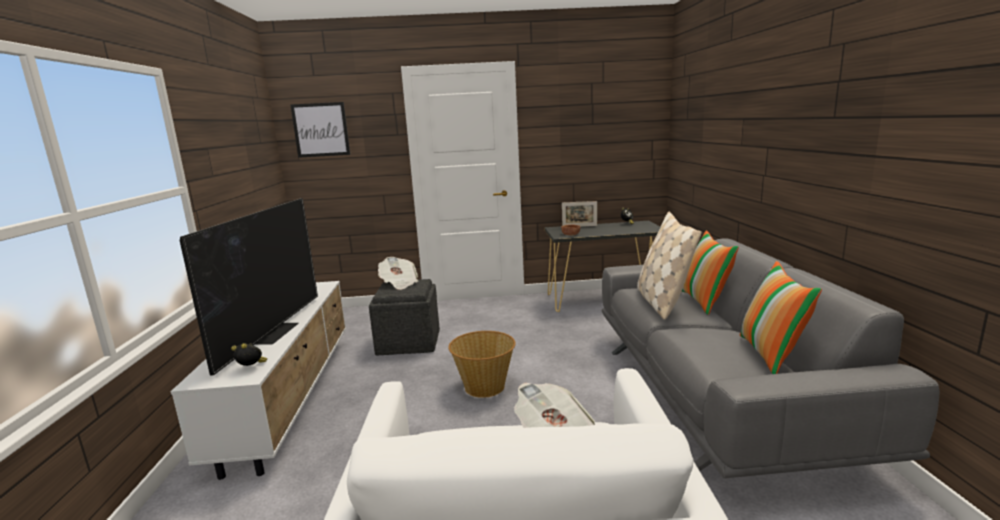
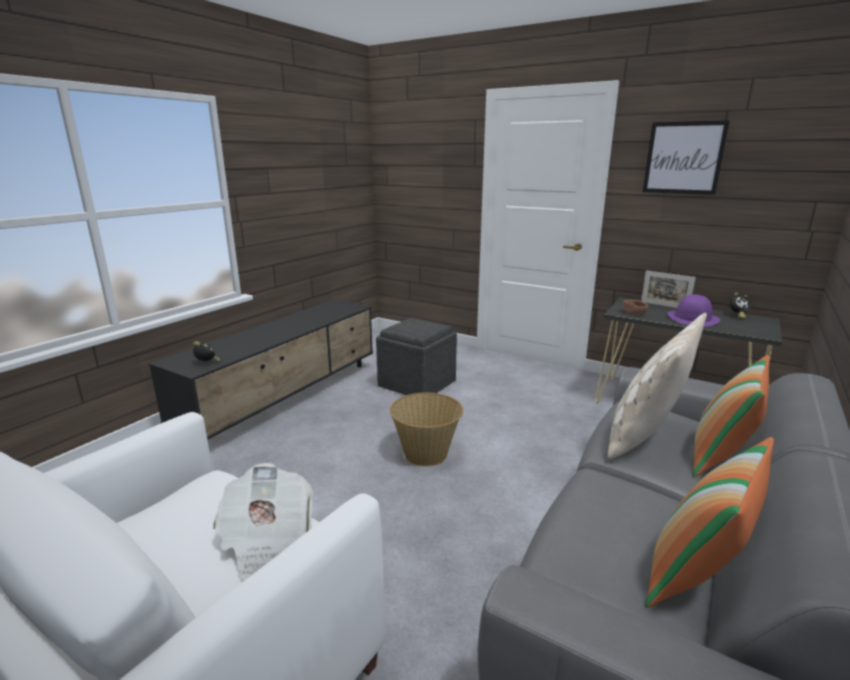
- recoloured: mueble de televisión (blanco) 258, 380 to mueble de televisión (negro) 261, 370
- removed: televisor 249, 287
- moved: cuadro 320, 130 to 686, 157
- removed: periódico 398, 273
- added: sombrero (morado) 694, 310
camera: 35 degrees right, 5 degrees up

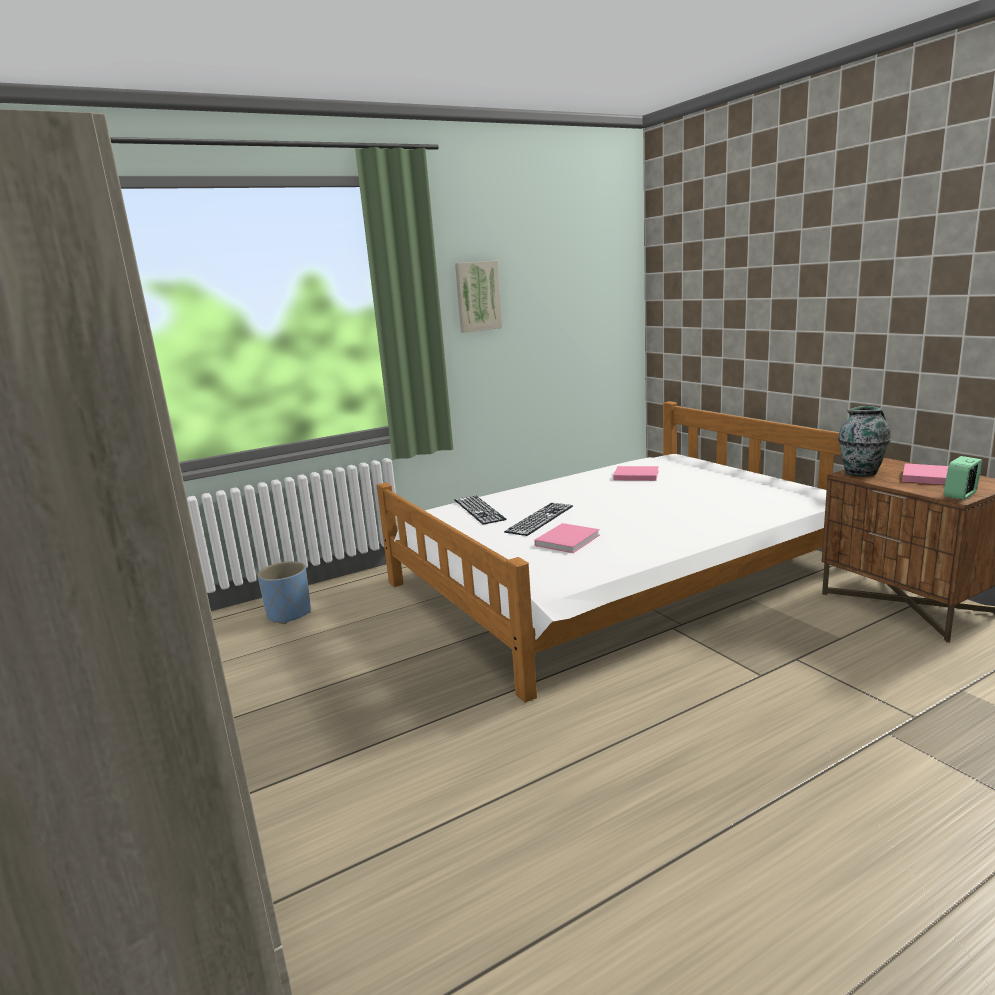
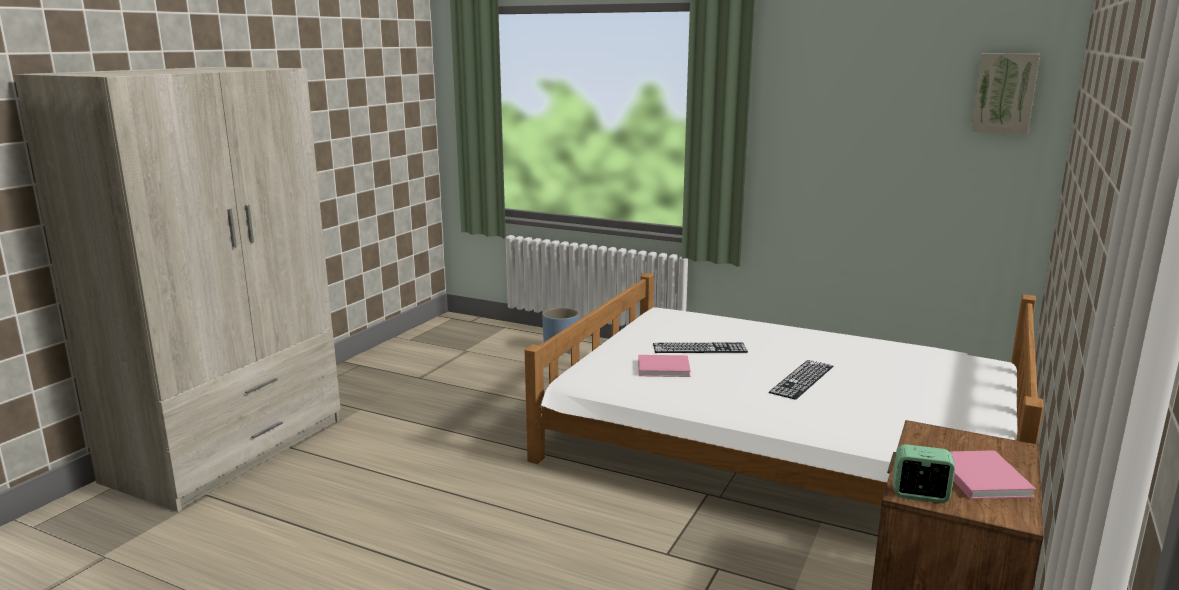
- moved: teclado 480, 510 to 801, 380
- moved: cuadro 478, 297 to 1005, 93
- removed: libro (rosa) 636, 473
- removed: florero 864, 441
camera: 55 degrees right, 0 degrees up

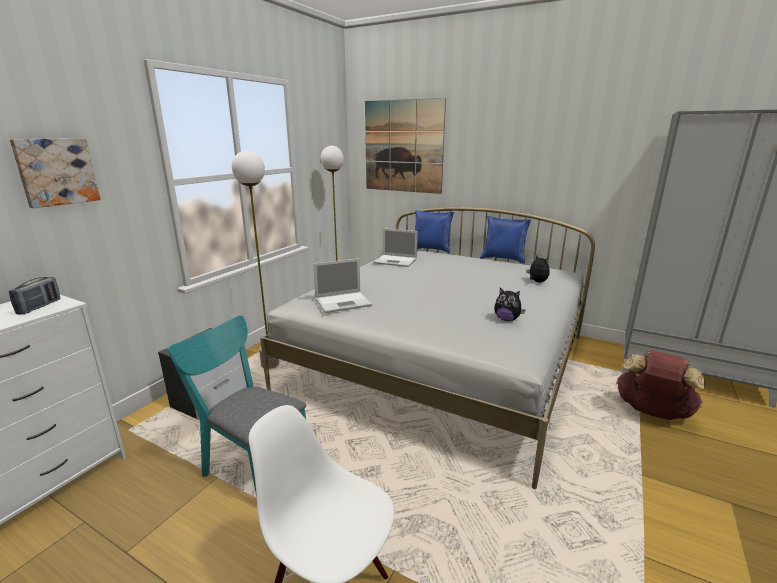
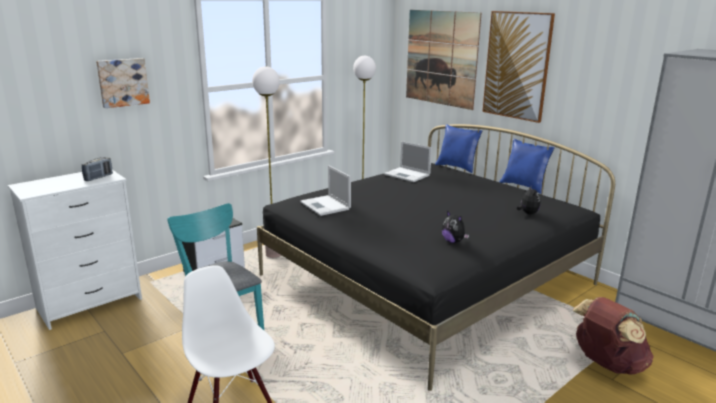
- recoloured: cama (blanco) 427, 348 to cama (negro) 436, 257
- turned: portátil 342, 285 = 325, 190 60 degrees clockwise
- added: cuadro 518, 67
camera: 20 degrees right, 0 degrees up

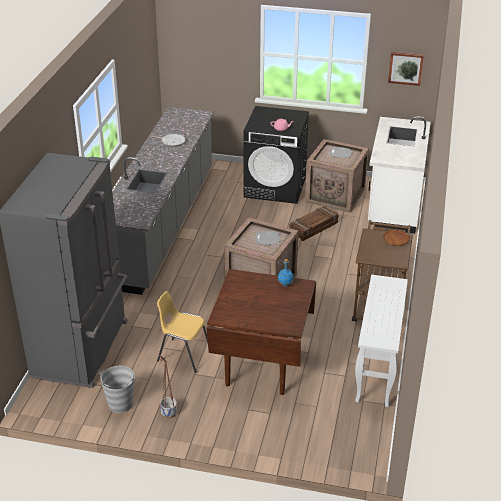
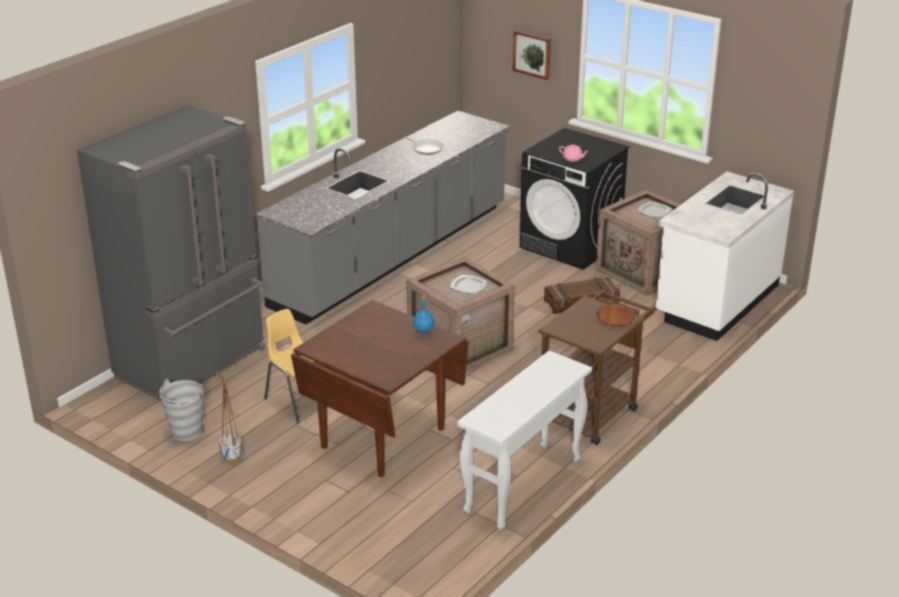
- moved: cuadro 406, 69 to 532, 55
camera: 25 degrees right, 5 degrees down

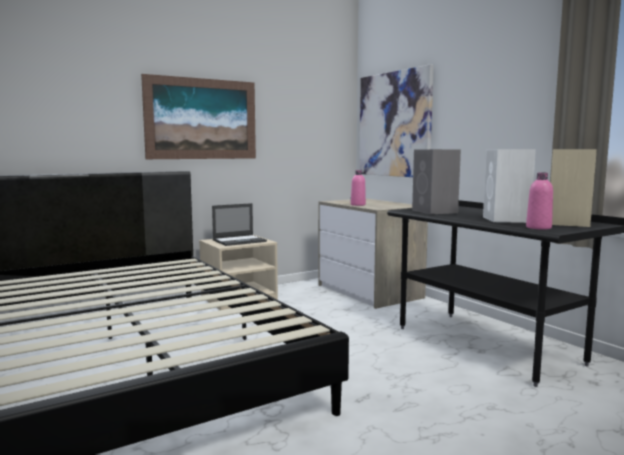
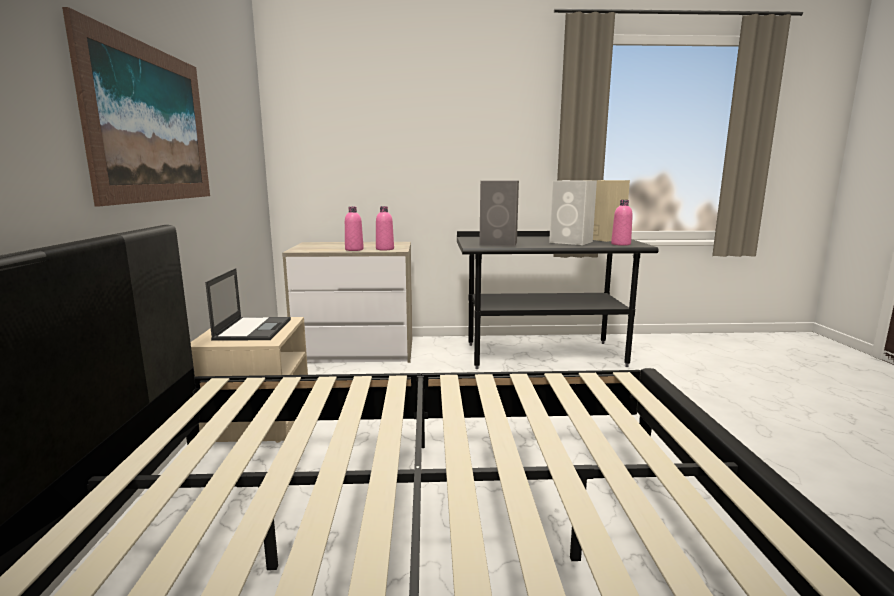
- removed: cuadro 396, 120
- added: botella (rosa) 385, 228
camera: 60 degrees left, 5 degrees up

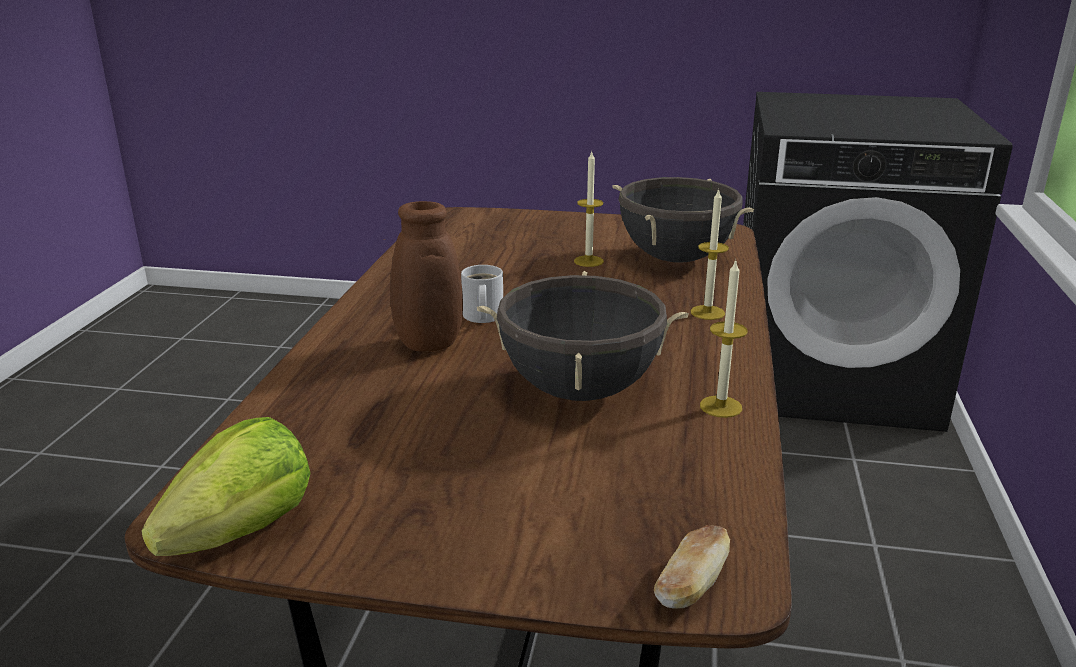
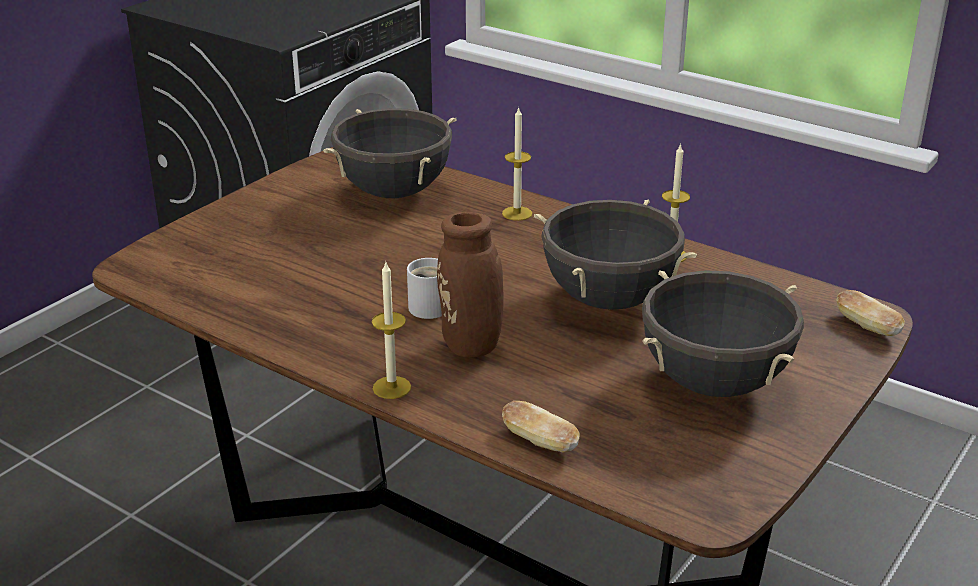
- removed: lechuga 226, 486
- moved: vela 589, 208 to 391, 330
- added: pan 541, 427
- added: olla (negro) 723, 333
camera: 65 degrees left, 5 degrees up

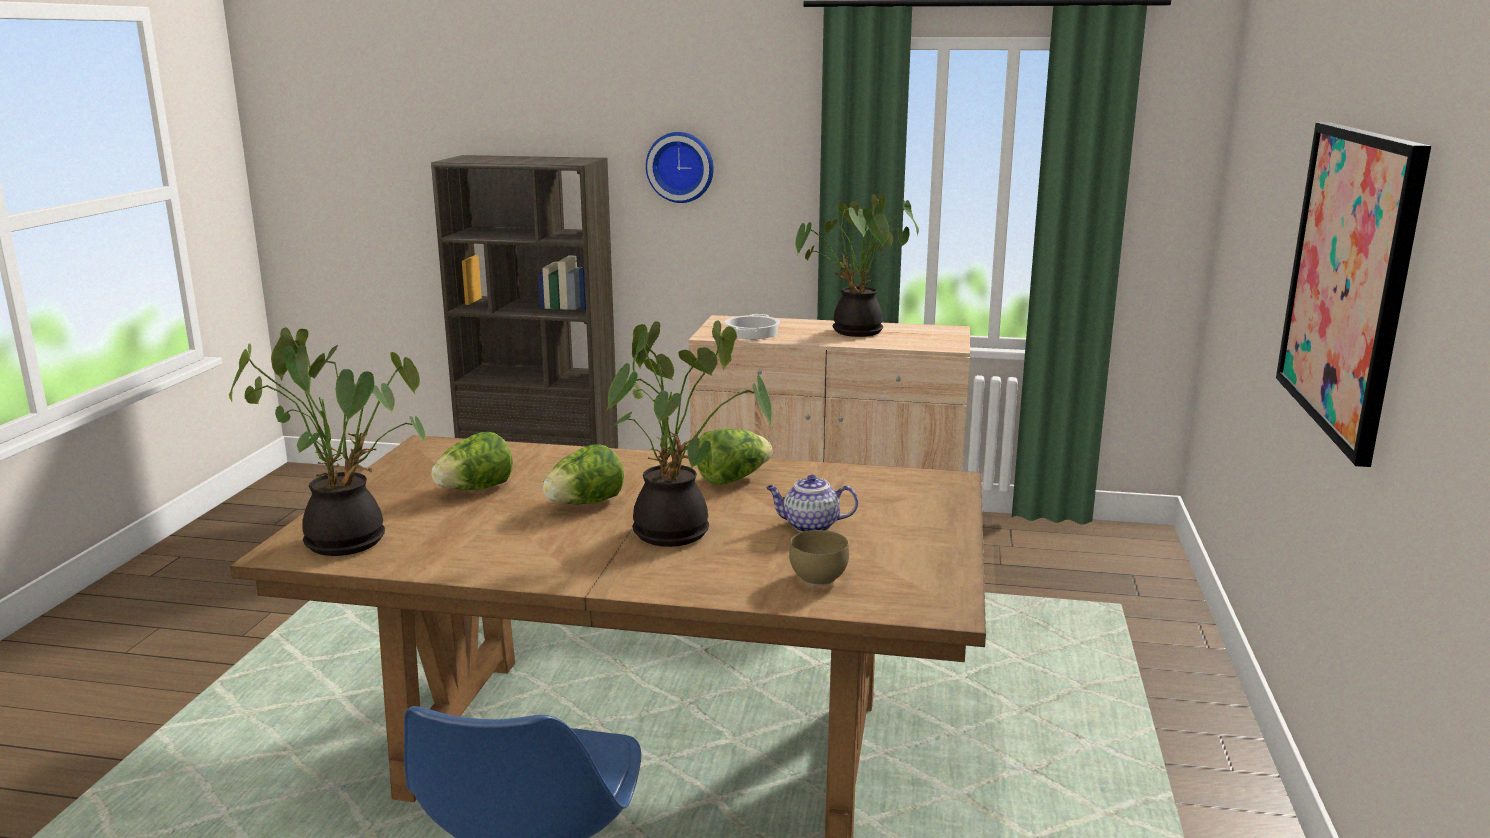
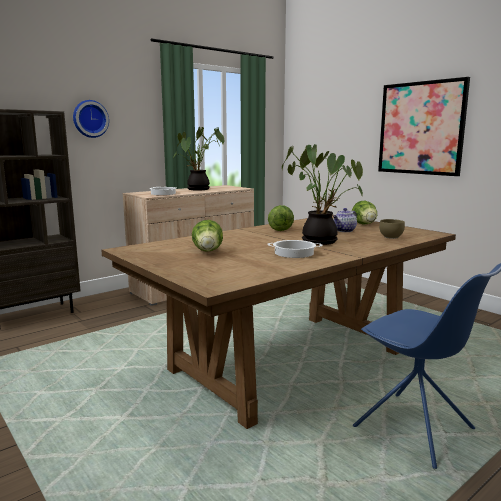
- removed: planta en maceta 327, 441
- moved: lechuga 583, 474 to 364, 213
- added: olla 294, 249
camera: 50 degrees left, 5 degrees down

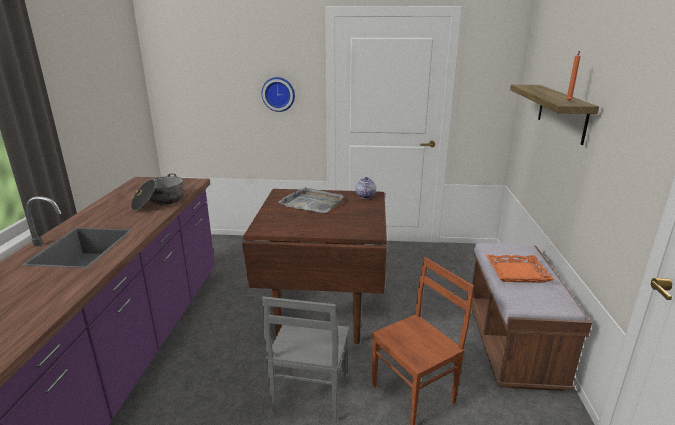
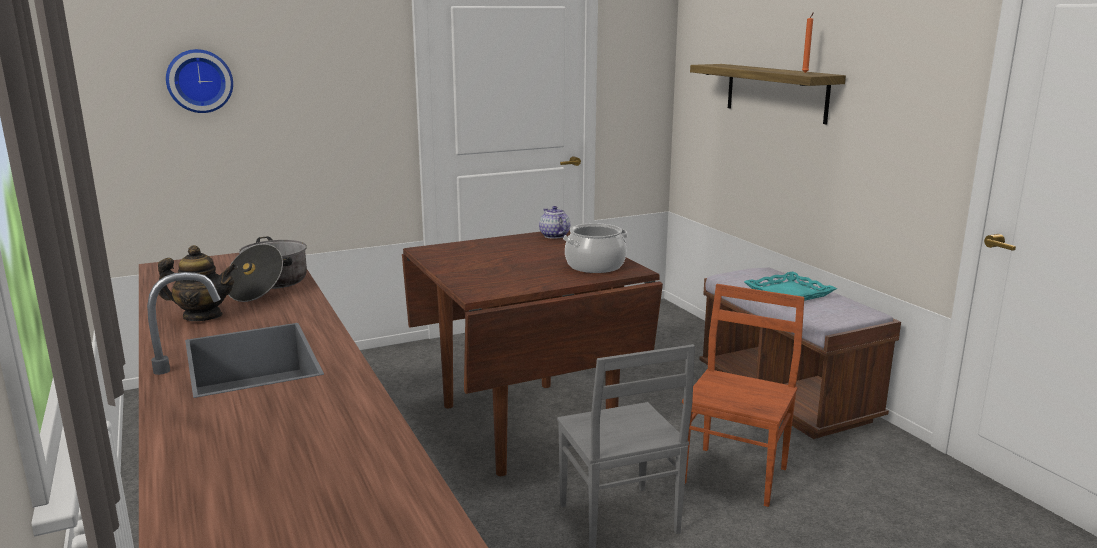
- moved: reloj de pared 278, 94 to 199, 81
- removed: bandeja (gris) 311, 200
- recoloured: bandeja (naranja) 520, 269 to bandeja (turquesa) 790, 286
- added: tetera 197, 283
- added: olla 595, 248
camera: 30 degrees left, 5 degrees down

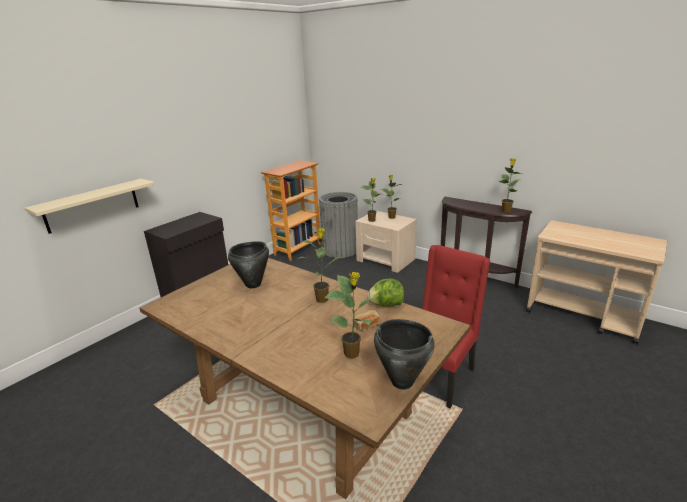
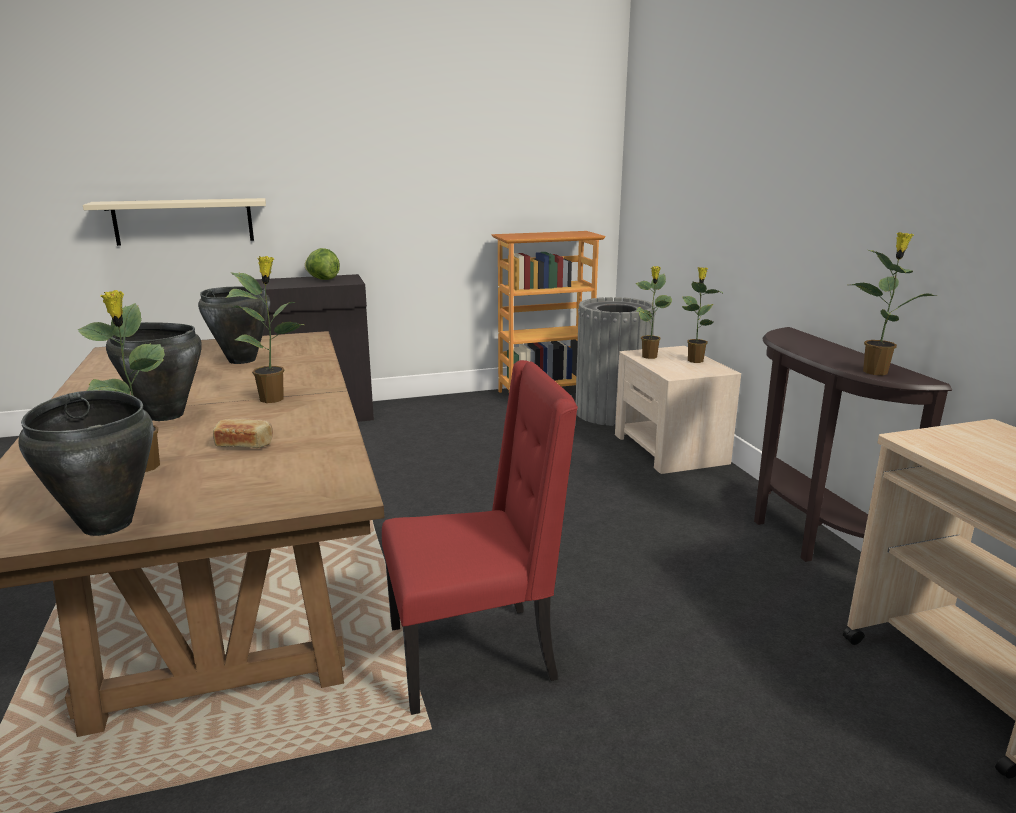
- moved: lechuga 385, 292 to 322, 264
- added: olla (negro) 154, 371
camera: 35 degrees right, 5 degrees down

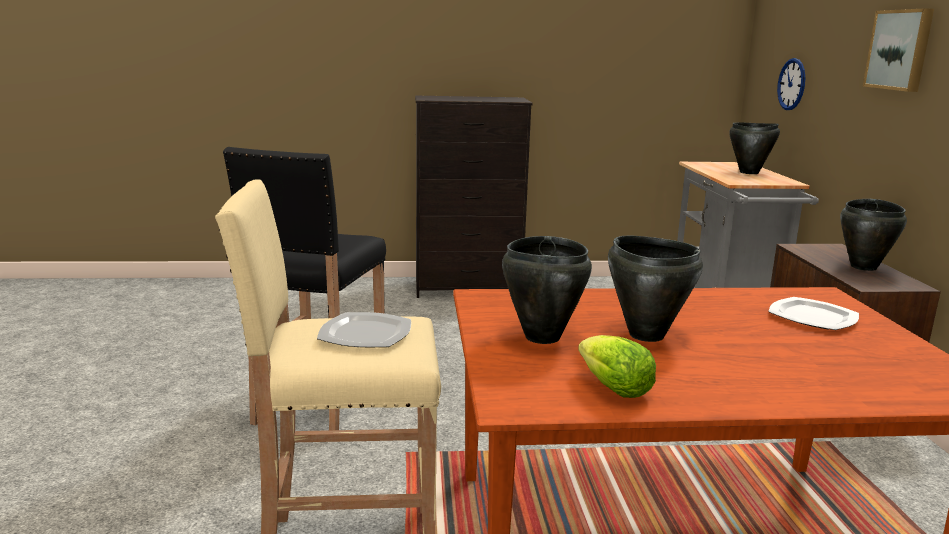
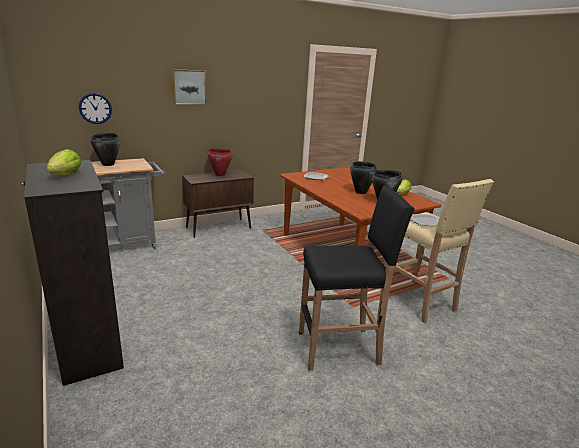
- recoloured: olla (negro) 873, 235 to olla (rojo) 220, 162
- added: lechuga 64, 162
camera: 115 degrees left, 5 degrees up

